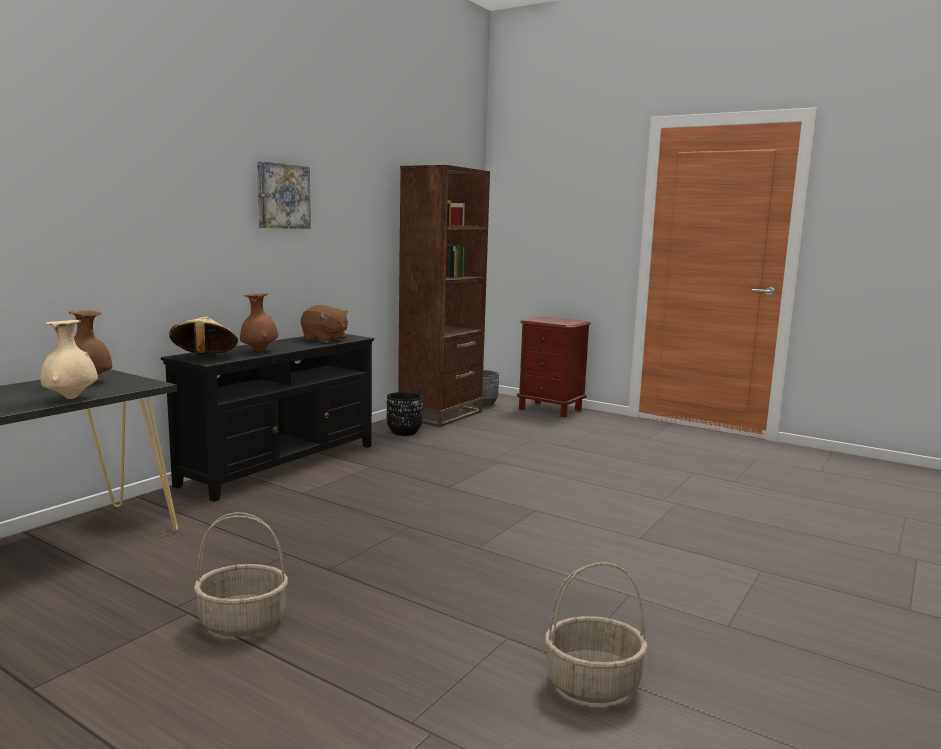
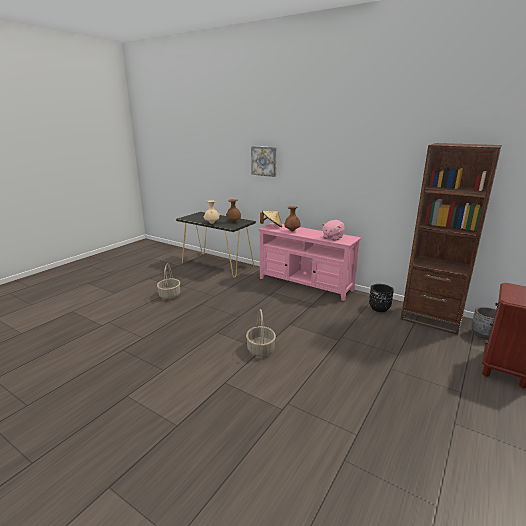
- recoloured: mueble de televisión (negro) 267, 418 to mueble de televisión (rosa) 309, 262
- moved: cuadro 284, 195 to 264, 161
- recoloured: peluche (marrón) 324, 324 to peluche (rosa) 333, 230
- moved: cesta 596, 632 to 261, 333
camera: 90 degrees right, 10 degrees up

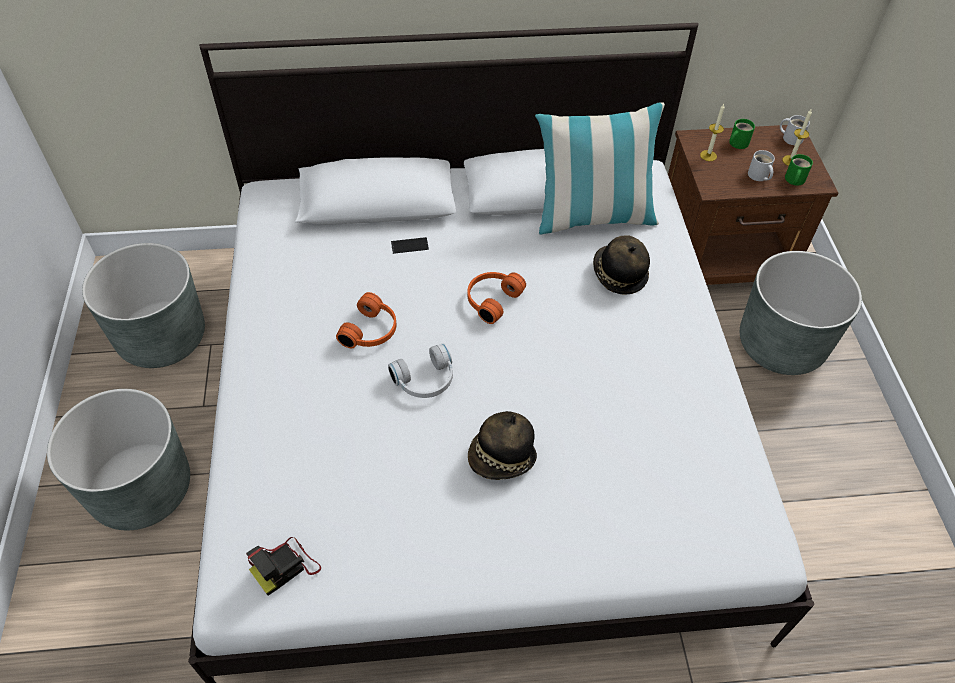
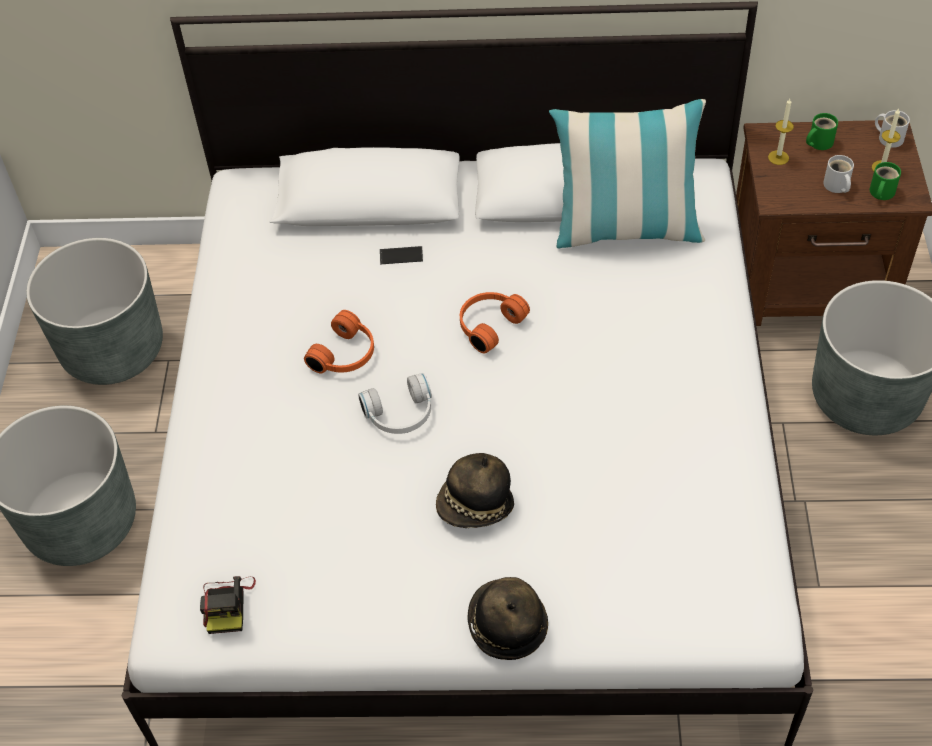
- turned: cámara 283, 566 = 228, 605 60 degrees counterclockwise
- moved: sombrero 621, 265 to 507, 618
camera: 10 degrees right, 0 degrees up

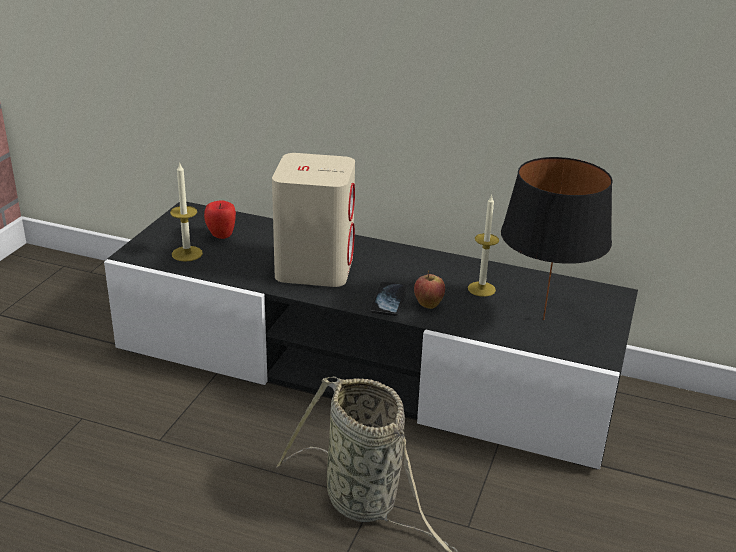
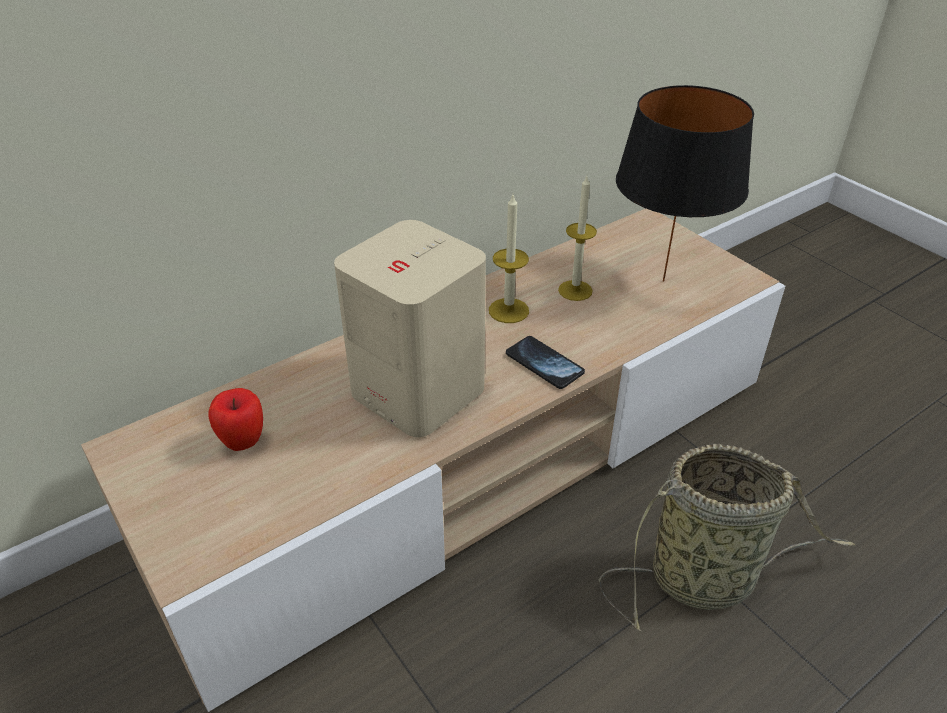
- recoloured: mueble de televisión (negro) 371, 336 to mueble de televisión (beis) 433, 460
- moved: vela 186, 212 to 509, 259
- removed: manzana 429, 289
camera: 55 degrees left, 10 degrees up

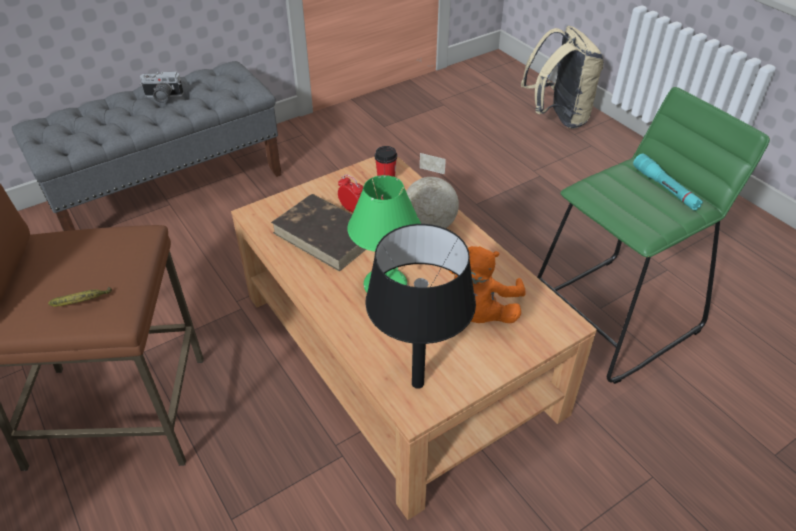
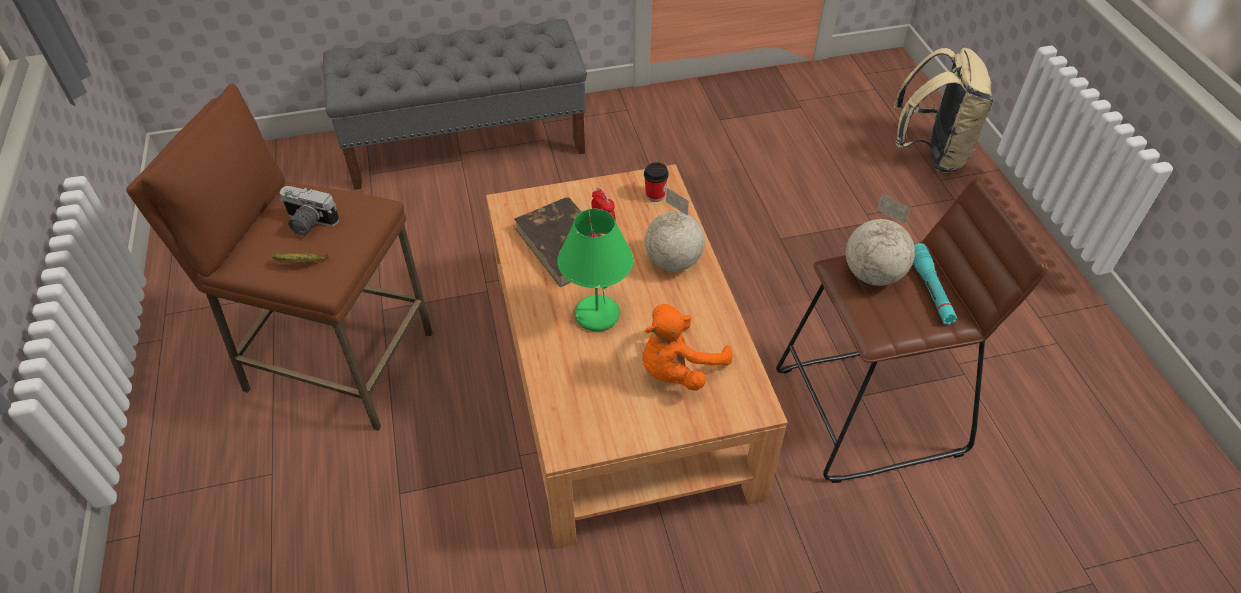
- moved: cámara 162, 87 to 309, 211
- removed: lámpara de mesa (negro) 420, 306
- recoloured: taburete (verde) 653, 235 to taburete (marrón) 912, 330
- added: globo terráqueo 880, 240
camera: 20 degrees right, 5 degrees up

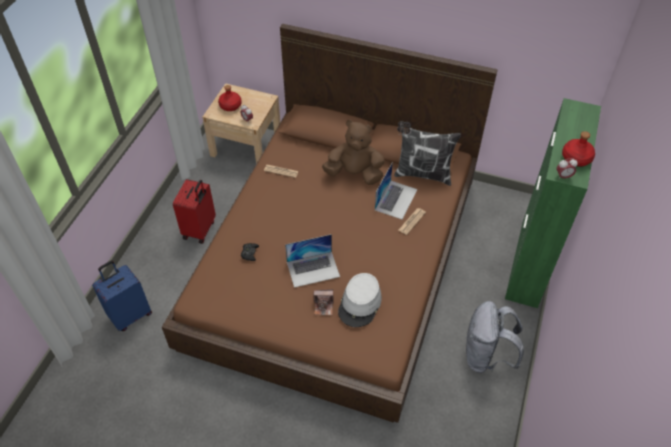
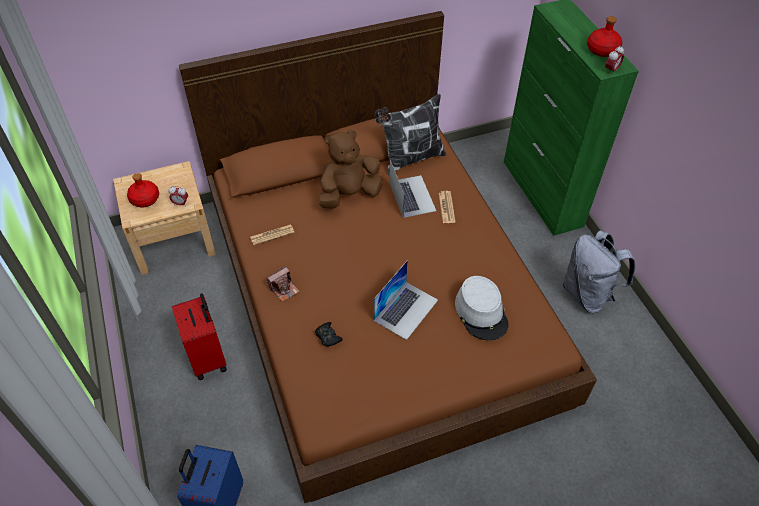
- moved: cámara 323, 302 to 283, 284
camera: 40 degrees left, 0 degrees up

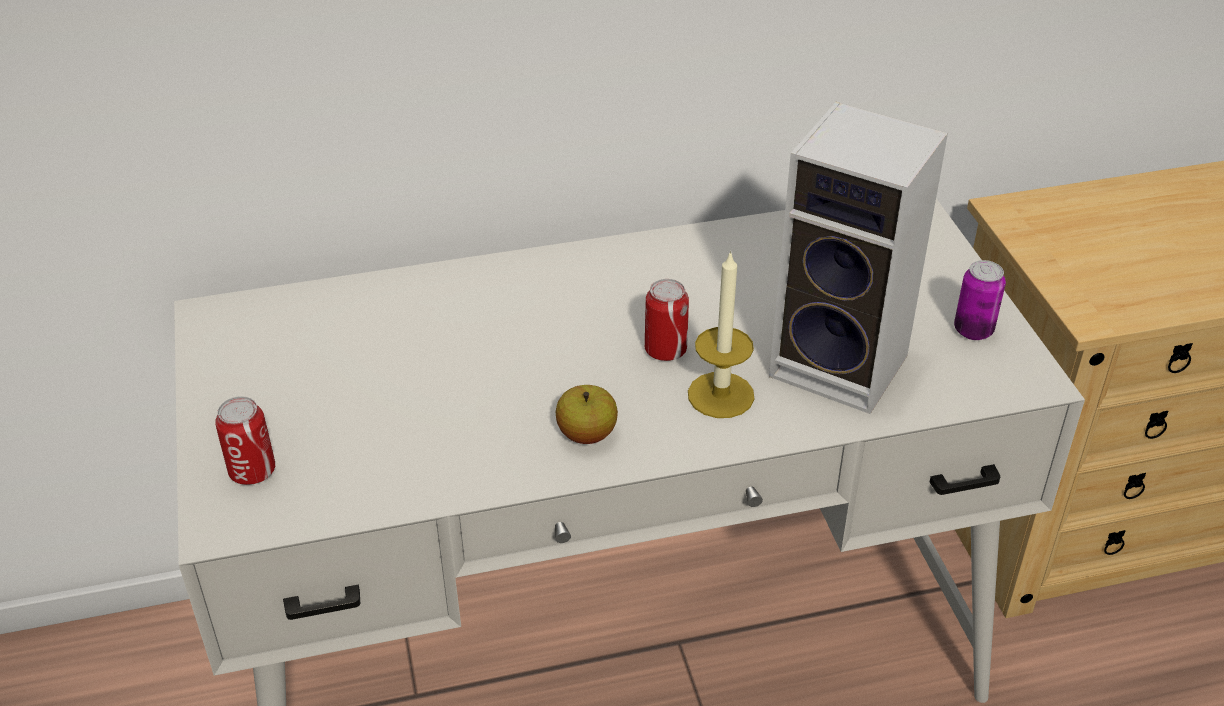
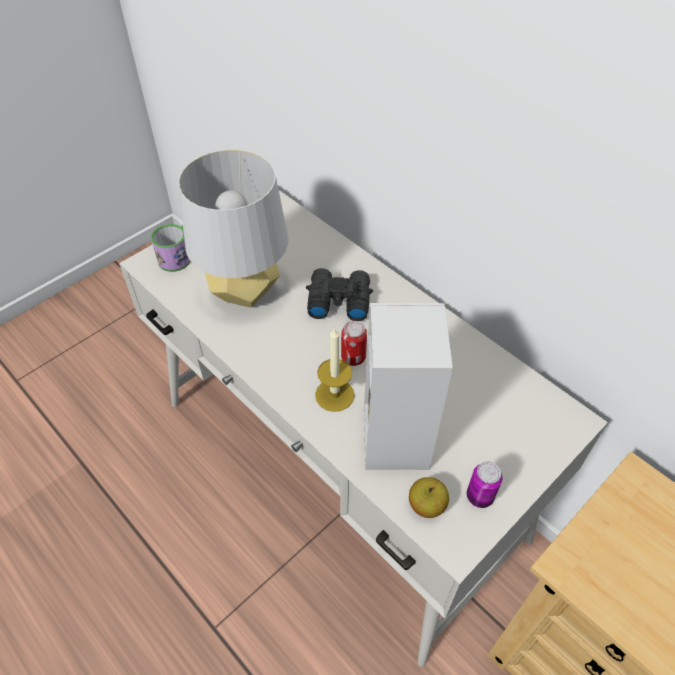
- replaced: lata 245, 440 to taza grande 171, 248
- moved: manzana 587, 414 to 429, 497
- added: lámpara de mesa (gris) 233, 229
- added: prismáticos (negro) 339, 294
camera: 60 degrees right, 10 degrees up

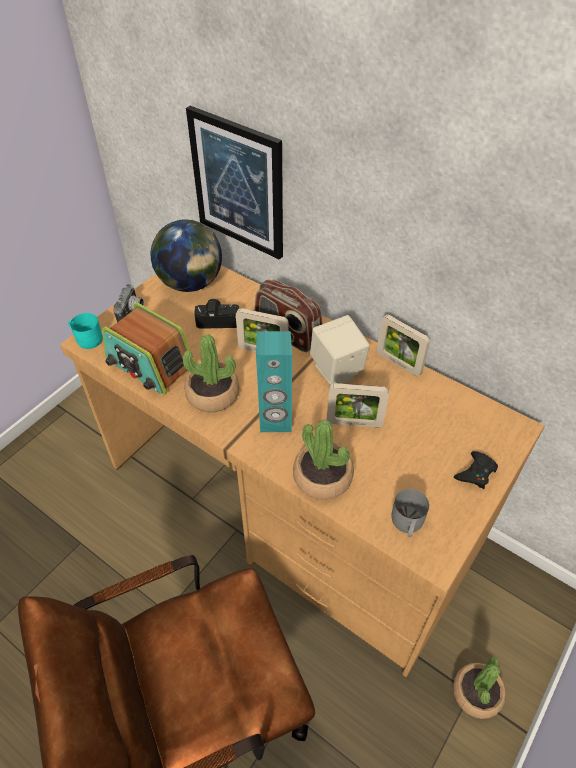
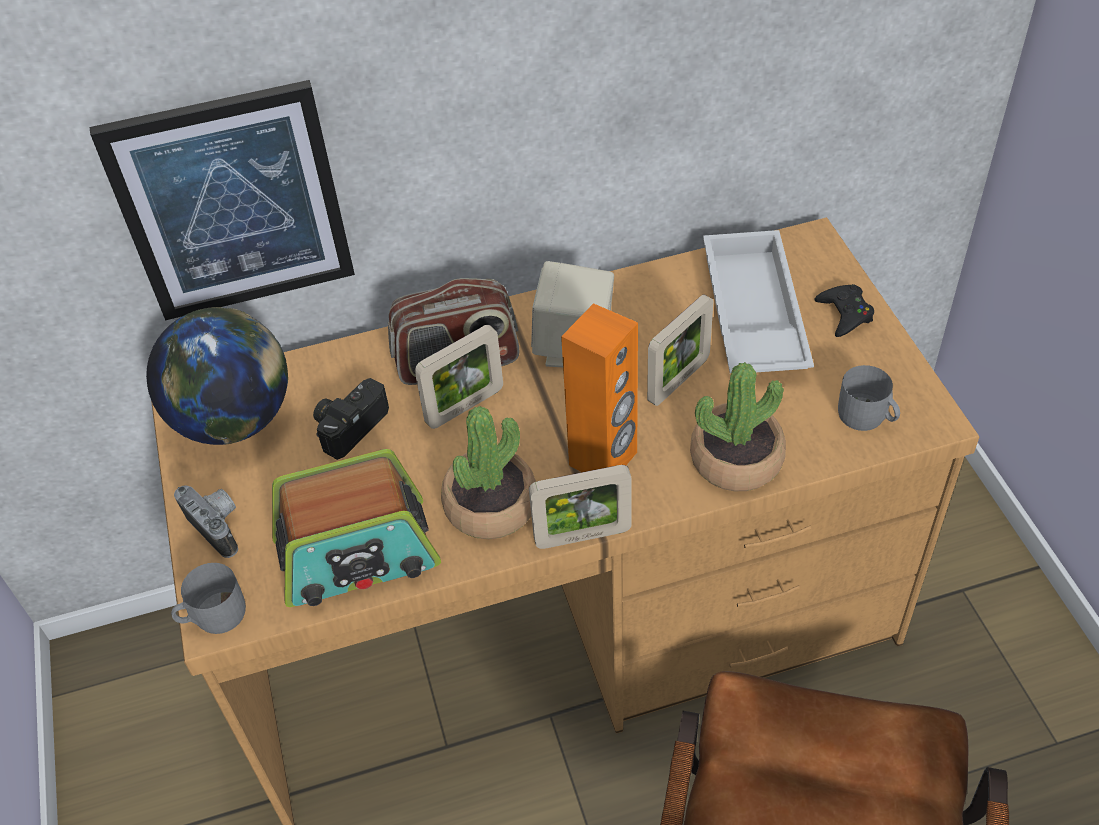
- recoloured: taza grande (turquesa) 85, 331 to taza grande (gris) 208, 598
- recoloured: altavoz (turquesa) 274, 381 to altavoz (naranja) 599, 387
- moved: portarretratos 403, 345 to 580, 507
- removed: planta en maceta 479, 688
- added: bandeja (blanco) 758, 301
camera: 50 degrees left, 0 degrees up

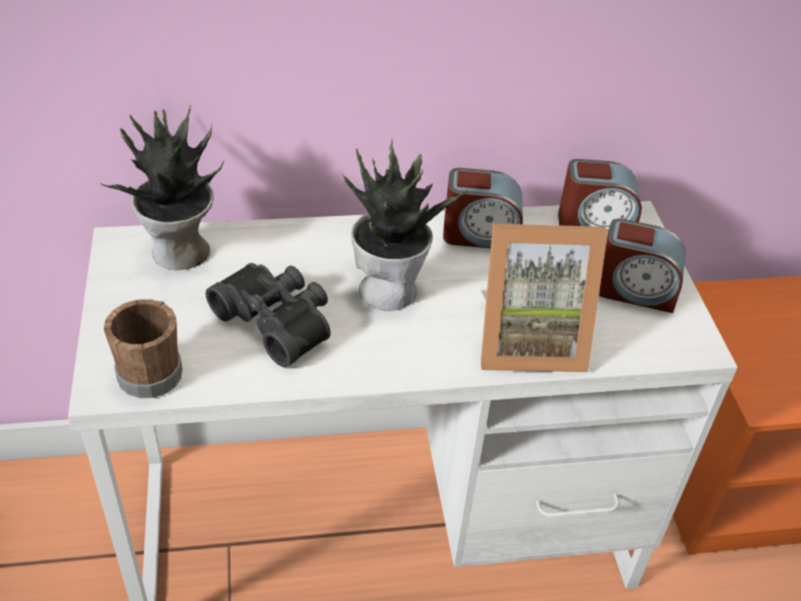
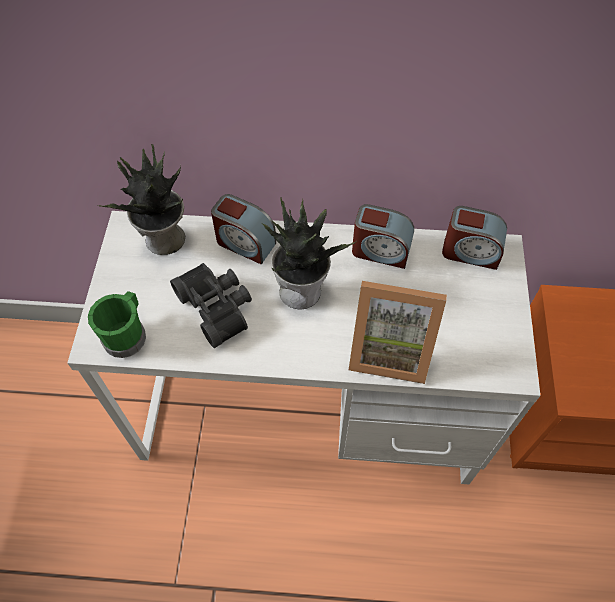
- recoloured: taza grande (marrón) 143, 348 to taza grande (verde) 117, 324
- moved: despertador 642, 266 to 243, 229
camera: 15 degrees right, 15 degrees up

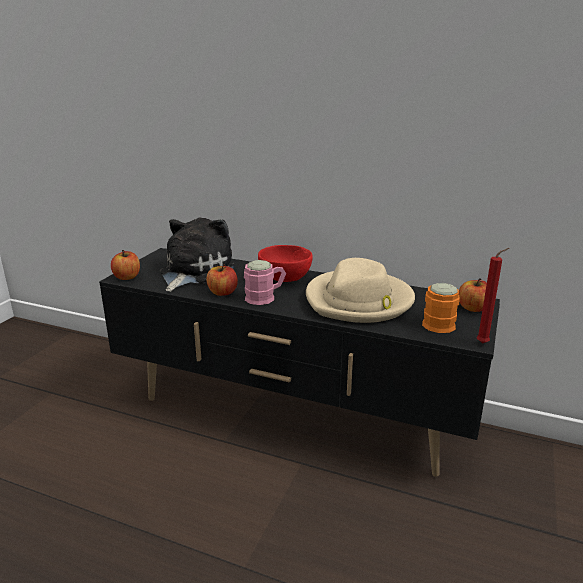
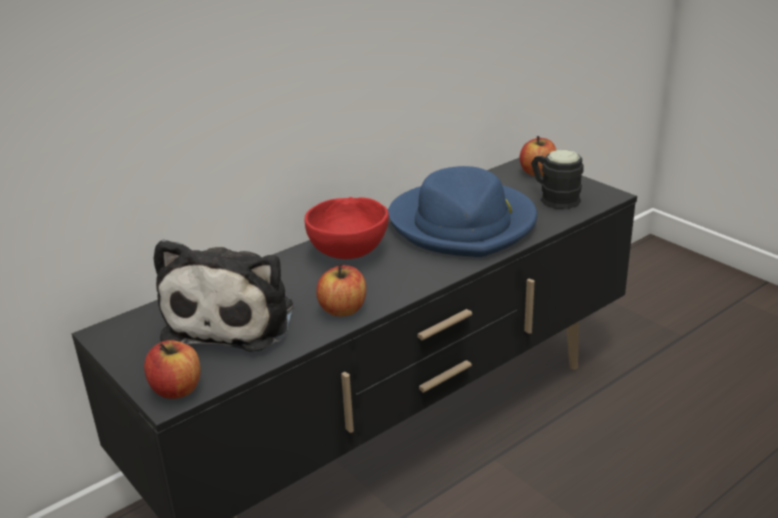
- turned: peluche 197, 255 = 223, 295 135 degrees counterclockwise
- removed: taza grande (rosa) 265, 282
- recoloured: sombrero (beis) 360, 290 to sombrero (azul) 462, 211
- recoloured: taza grande (naranja) 441, 308 to taza grande (negro) 557, 179
- removed: vela (rojo) 493, 296
camera: 60 degrees left, 5 degrees up

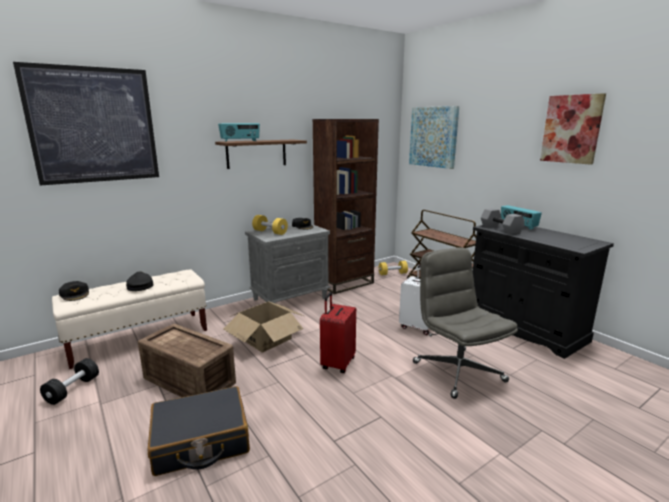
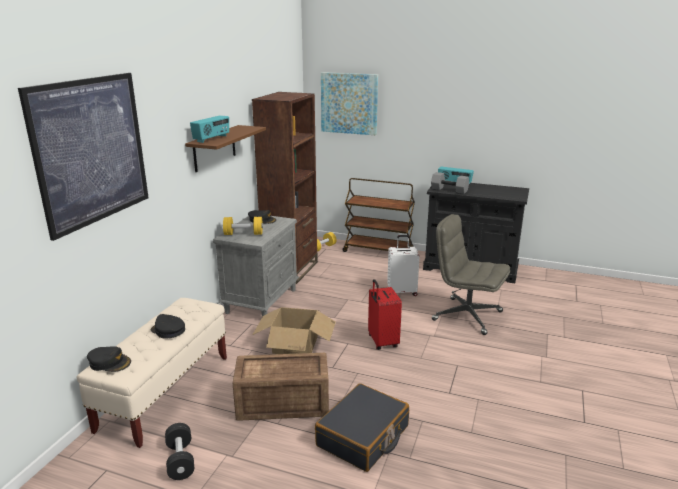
- removed: cuadro 573, 129
camera: 35 degrees left, 5 degrees up

